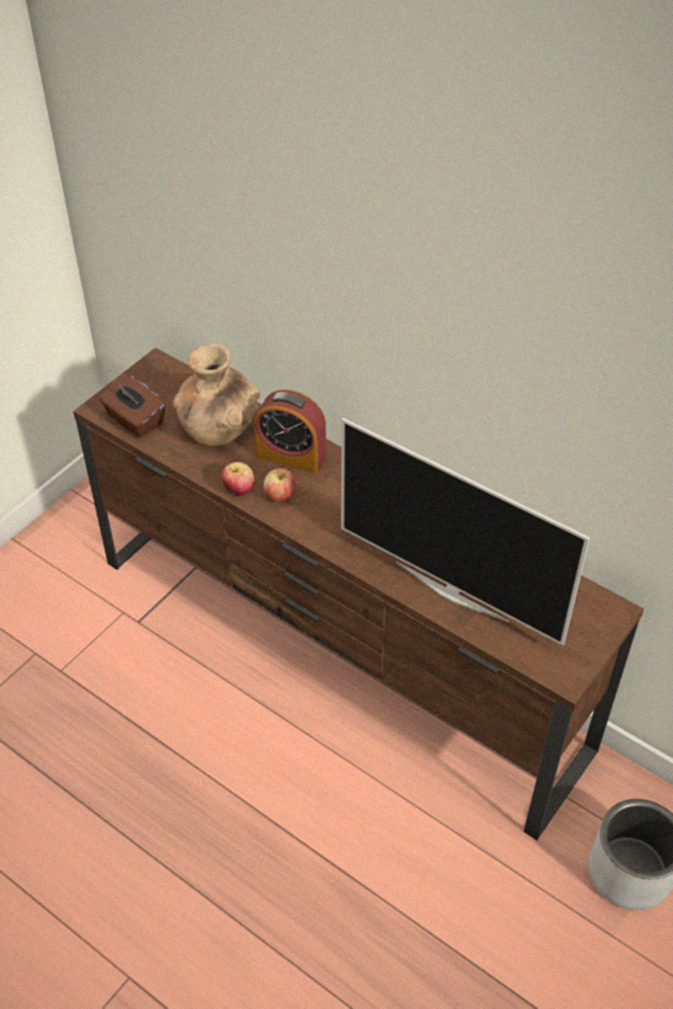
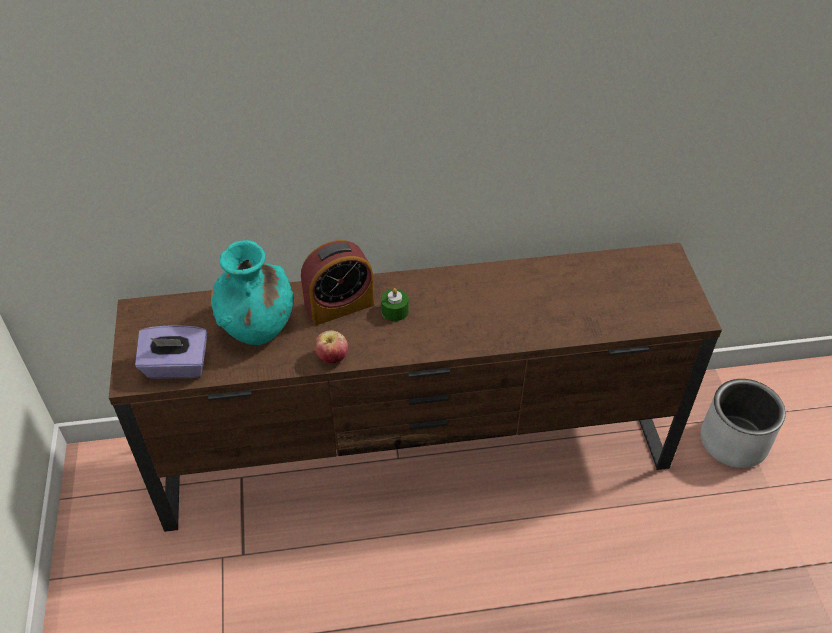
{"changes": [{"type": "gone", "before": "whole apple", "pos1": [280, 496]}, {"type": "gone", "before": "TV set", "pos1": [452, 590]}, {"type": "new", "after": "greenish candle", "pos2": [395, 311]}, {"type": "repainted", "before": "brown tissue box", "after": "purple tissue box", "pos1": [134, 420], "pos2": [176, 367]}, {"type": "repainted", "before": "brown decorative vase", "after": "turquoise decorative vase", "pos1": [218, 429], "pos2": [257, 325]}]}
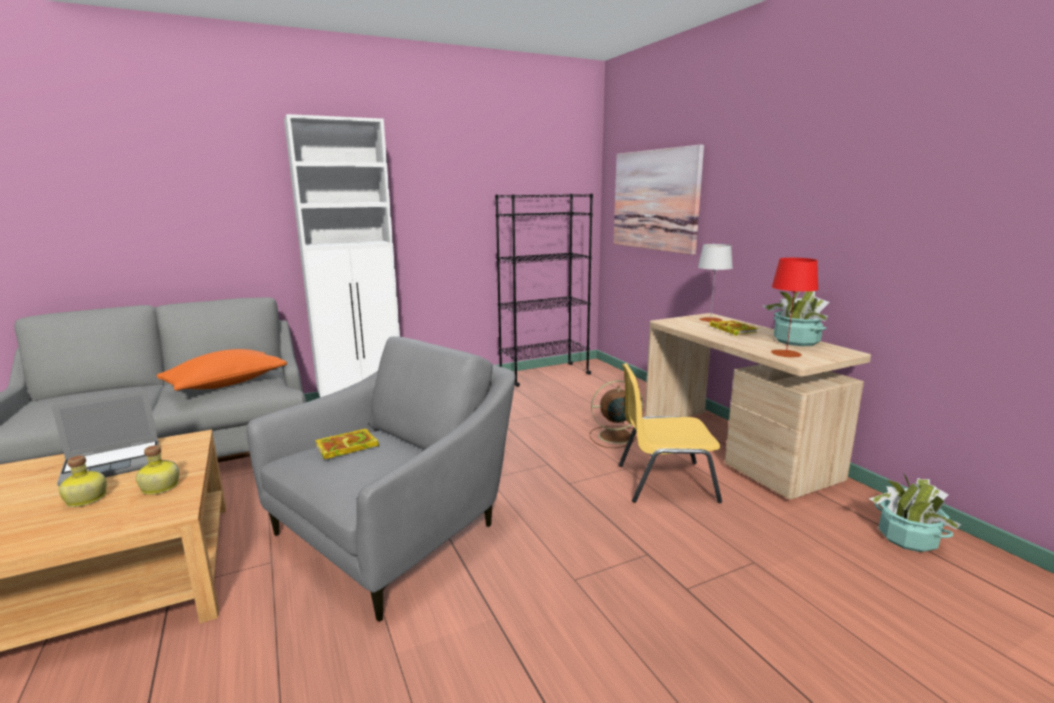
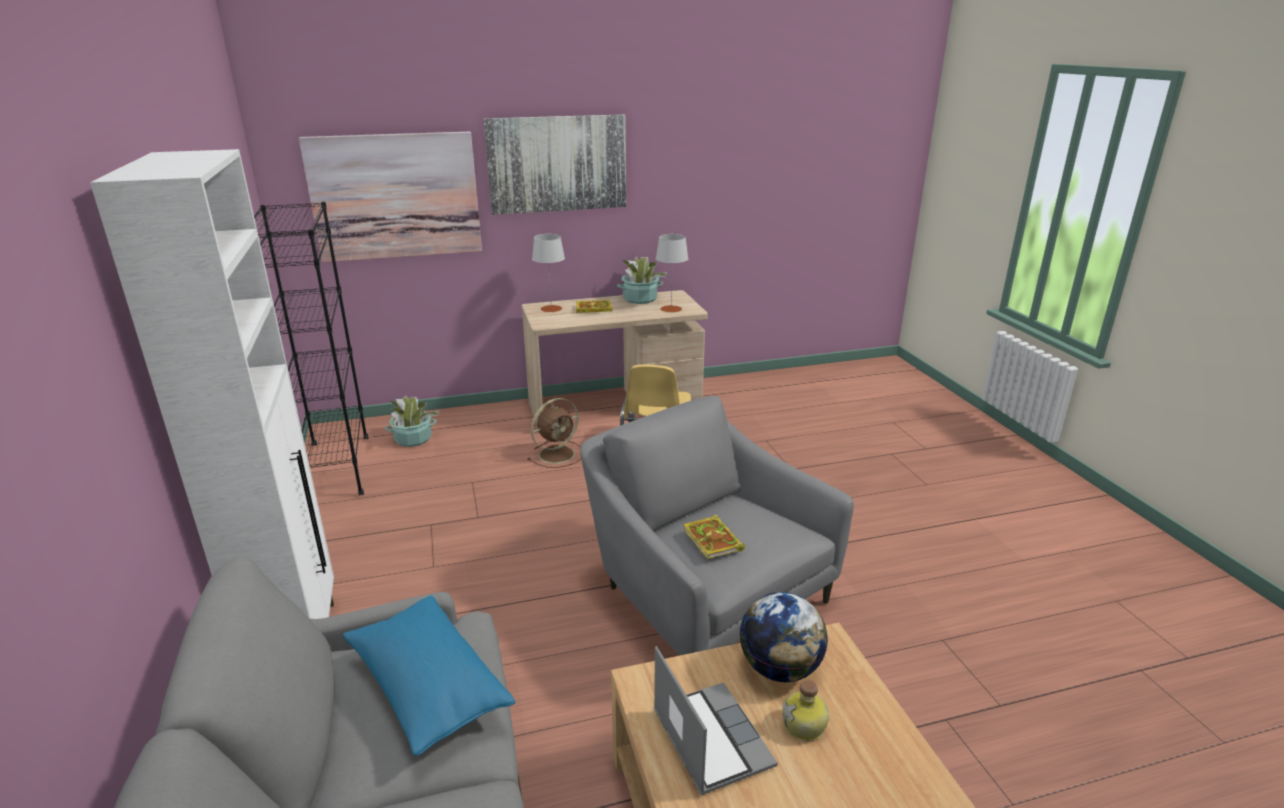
{"changes": [{"type": "new", "after": "wall art", "pos2": [557, 164]}, {"type": "shifted", "before": "houseplant", "pos1": [908, 538], "pos2": [413, 439]}, {"type": "swapped", "before": "bottle", "after": "world globe", "pos1": [159, 488], "pos2": [779, 669]}, {"type": "repainted", "before": "orangey pillow", "after": "blue pillow", "pos1": [226, 384], "pos2": [428, 687]}, {"type": "repainted", "before": "red-coloured table lamp", "after": "gray table lamp", "pos1": [786, 353], "pos2": [671, 309]}, {"type": "rotated", "before": "brown electric fan", "pos1": [614, 436], "pos2": [558, 454], "turn": -135}]}
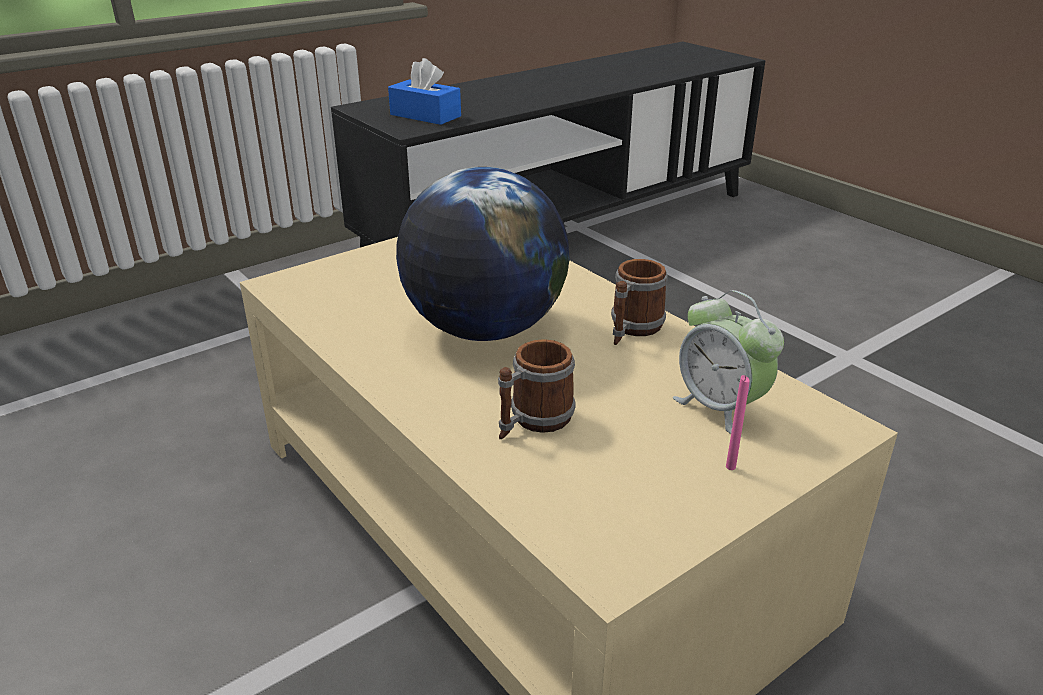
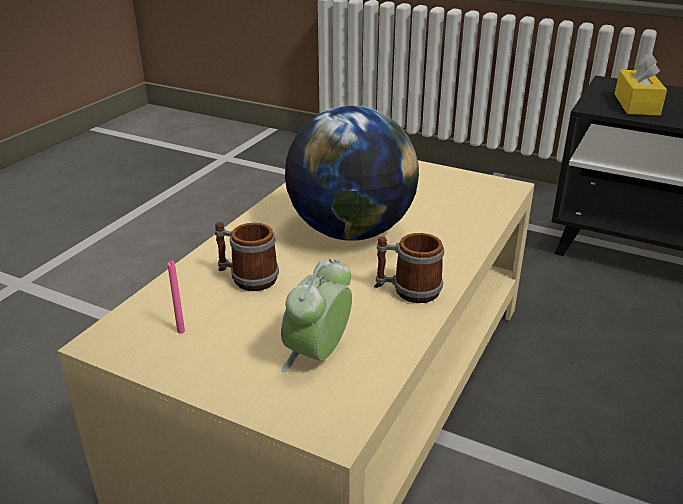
{"changes": [{"type": "shifted", "before": "pinkish candle", "pos1": [730, 467], "pos2": [181, 331]}, {"type": "repainted", "before": "blue tissue box", "after": "yellow-coloured tissue box", "pos1": [425, 115], "pos2": [636, 104]}]}
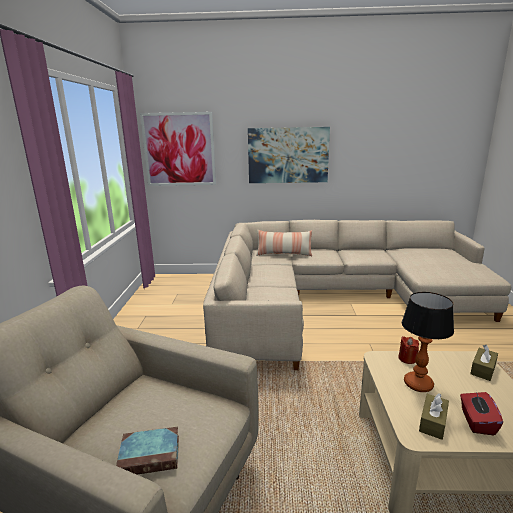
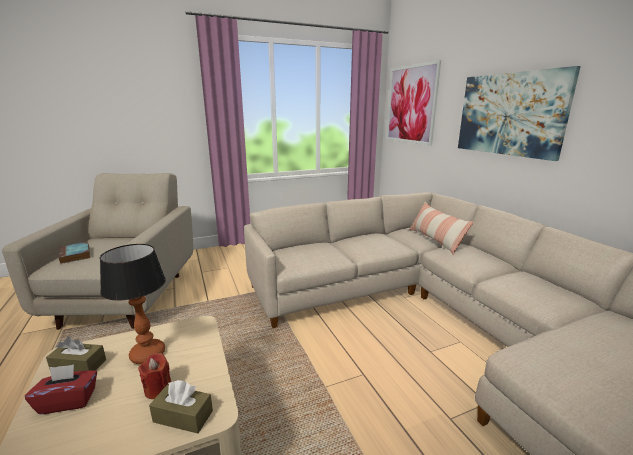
{"changes": [{"type": "shifted", "before": "red-coloured candle", "pos1": [407, 359], "pos2": [158, 389]}]}
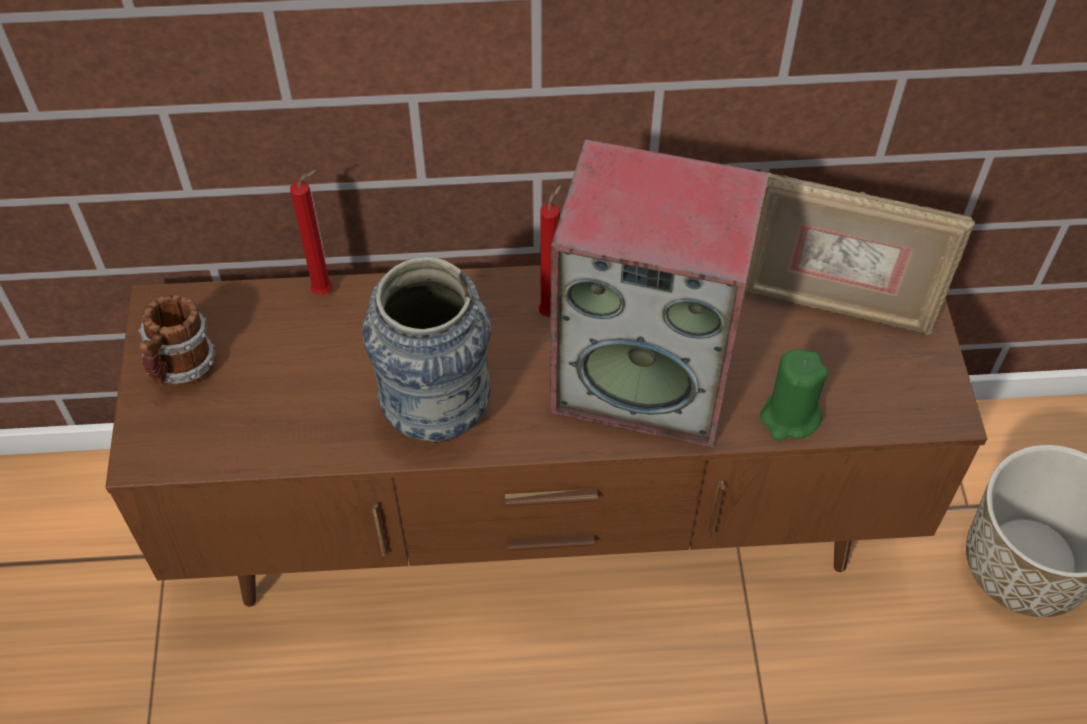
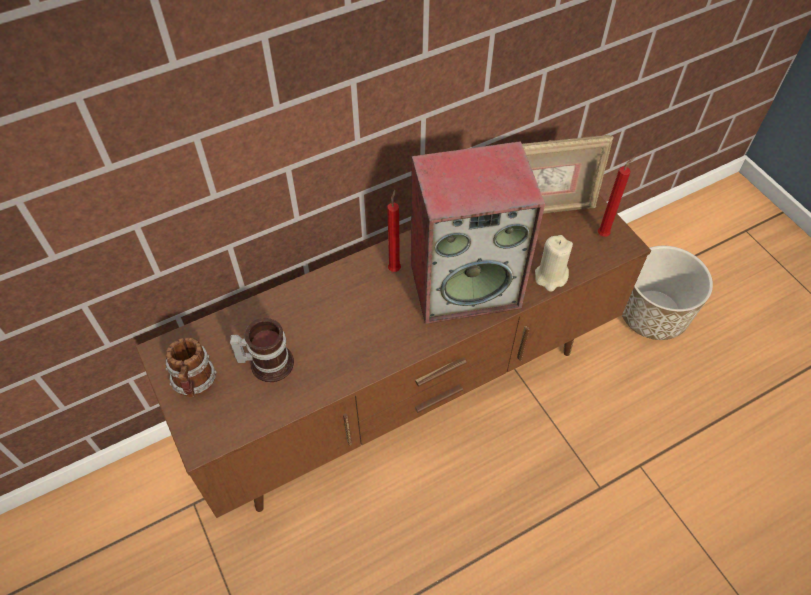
{"changes": [{"type": "gone", "before": "decorative vase", "pos1": [437, 413]}, {"type": "new", "after": "mug", "pos2": [267, 361]}, {"type": "shifted", "before": "red-coloured candle", "pos1": [326, 291], "pos2": [604, 234]}, {"type": "repainted", "before": "greenish candle", "after": "sand-coloured candle", "pos1": [789, 417], "pos2": [550, 277]}]}
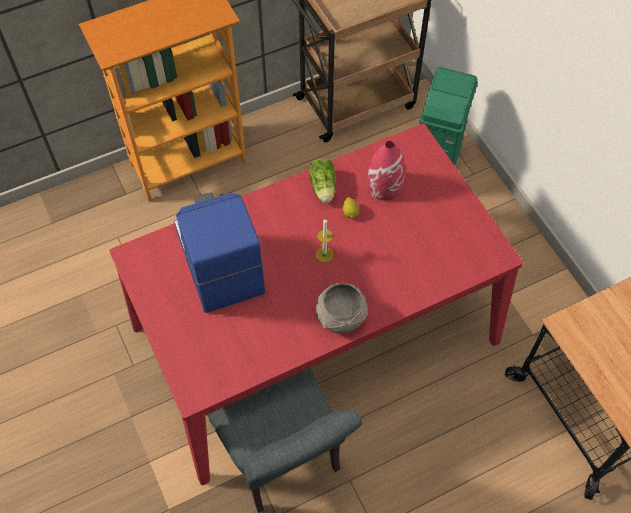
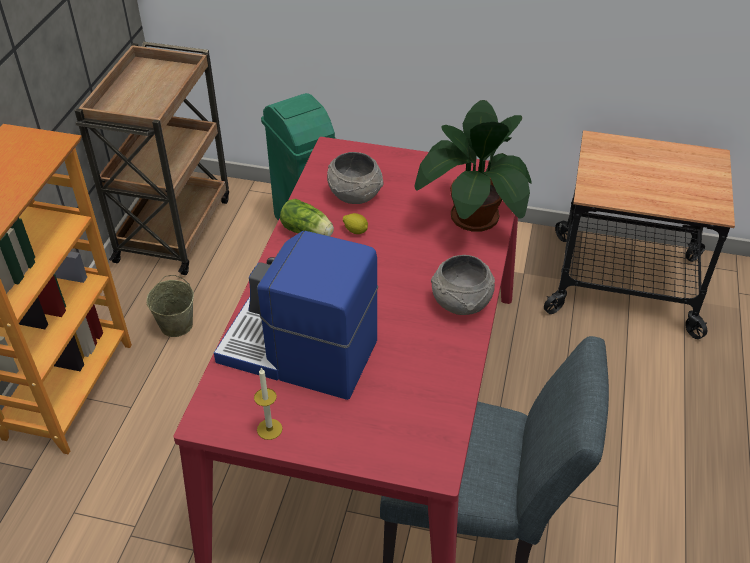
{"changes": [{"type": "new", "after": "sand-coloured pail", "pos2": [176, 324]}, {"type": "new", "after": "houseplant", "pos2": [473, 218]}, {"type": "shifted", "before": "candle", "pos1": [324, 254], "pos2": [269, 429]}, {"type": "swapped", "before": "red-coloured decorative vase", "after": "gray serving bowl", "pos1": [384, 186], "pos2": [354, 194]}]}
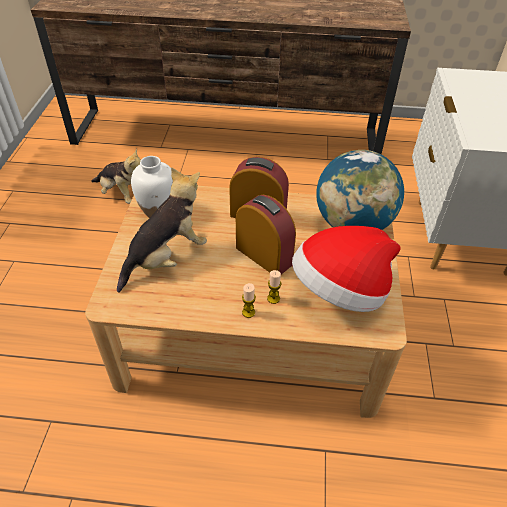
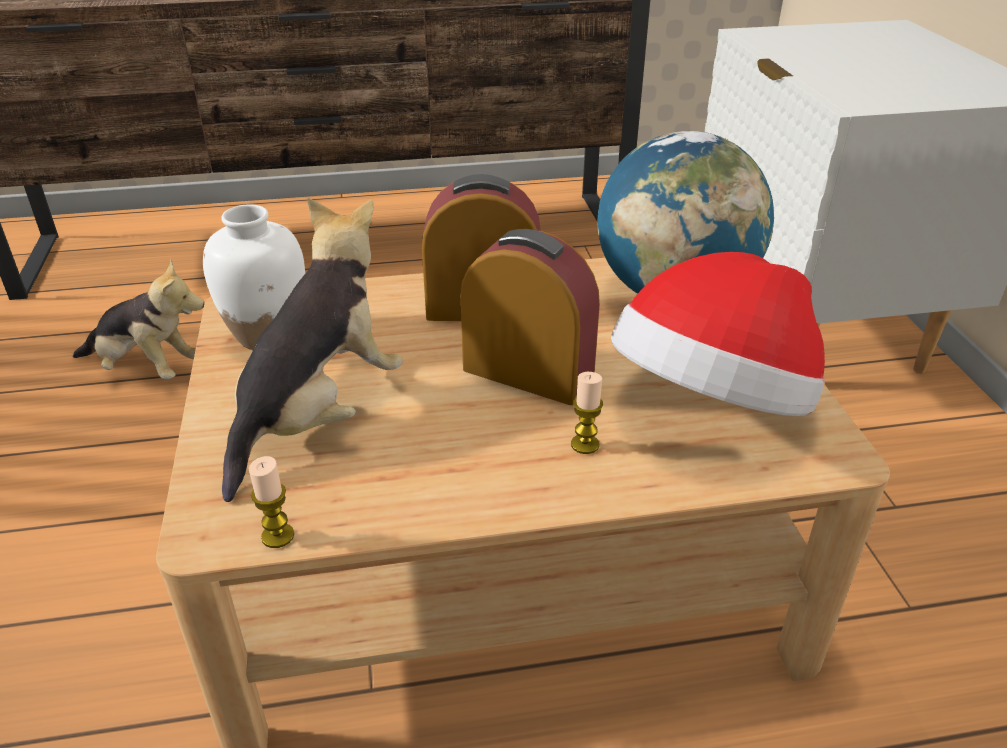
{"changes": [{"type": "shifted", "before": "candle", "pos1": [248, 312], "pos2": [277, 536]}]}
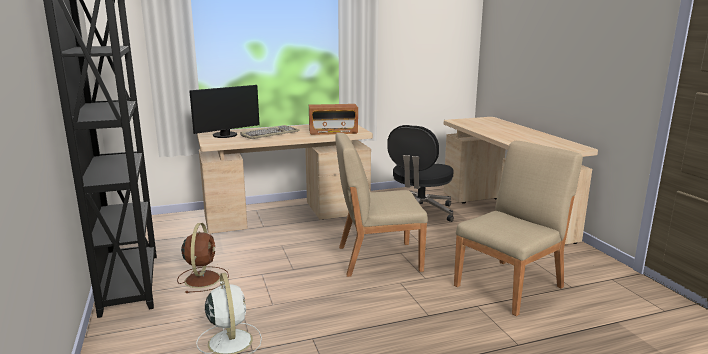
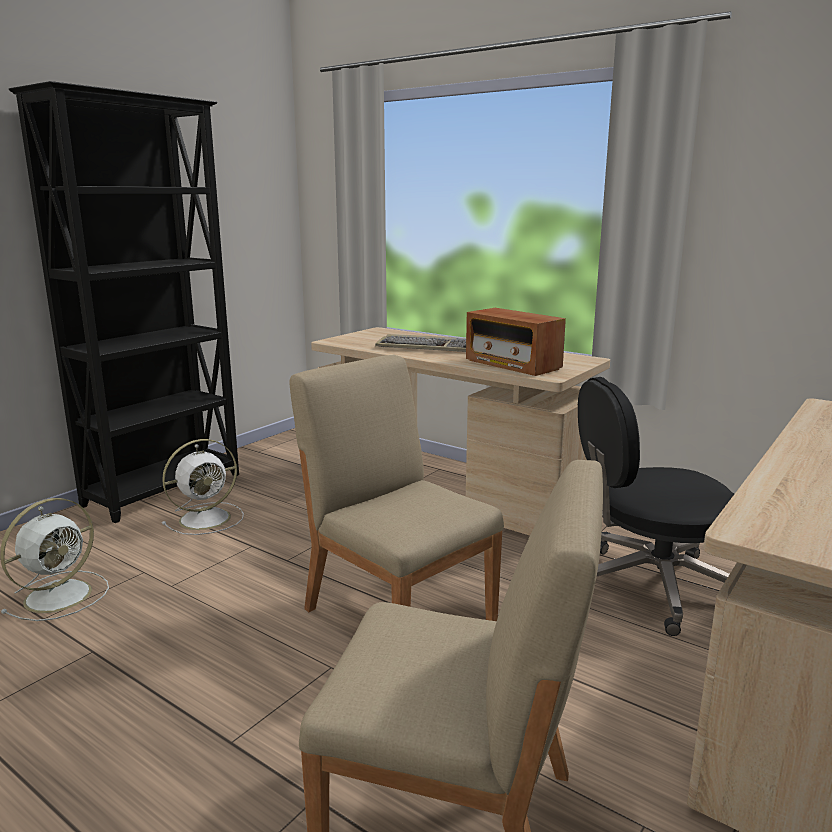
{"changes": [{"type": "gone", "before": "computer display", "pos1": [226, 135]}, {"type": "repainted", "before": "brown electric fan", "after": "white-coloured electric fan", "pos1": [203, 278], "pos2": [207, 518]}]}
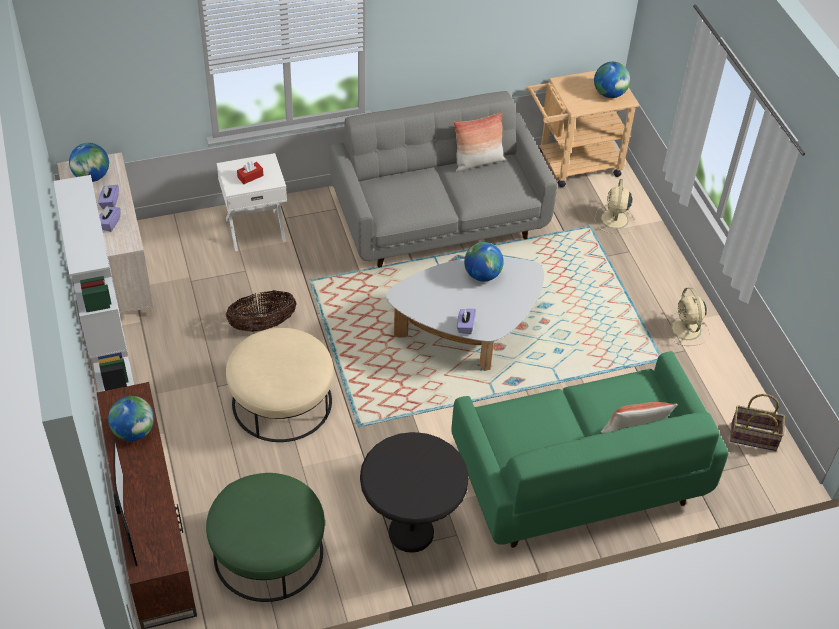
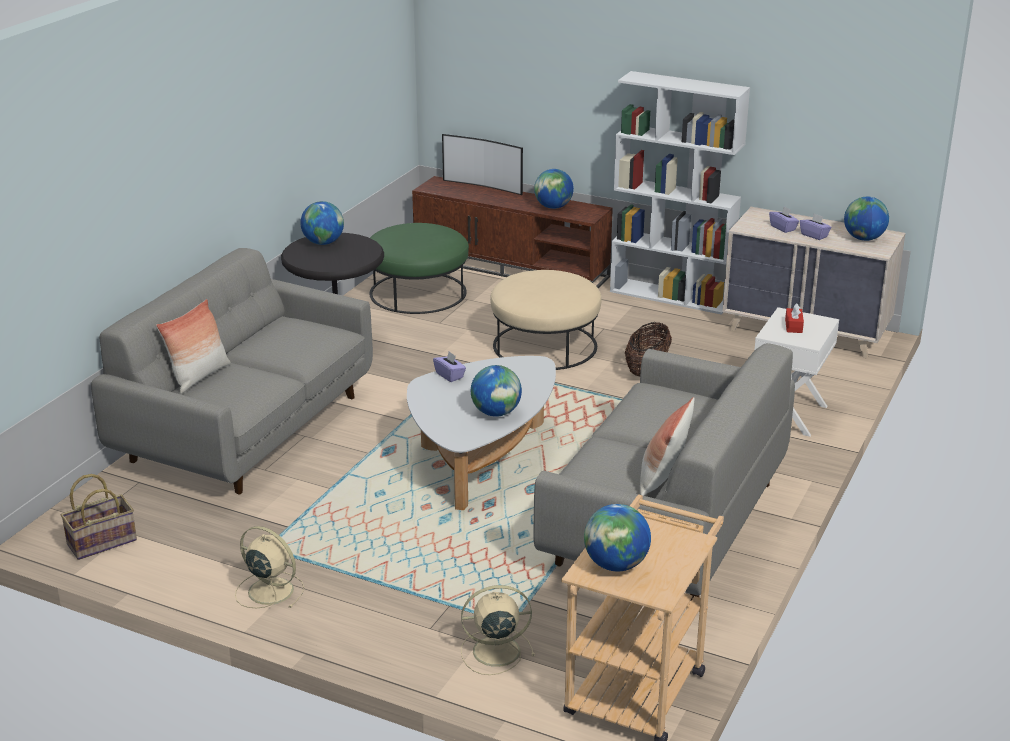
{"changes": [{"type": "new", "after": "world globe", "pos2": [323, 243]}, {"type": "repainted", "before": "greenish couch", "after": "gray couch", "pos1": [577, 478], "pos2": [247, 428]}, {"type": "rotated", "before": "sand-coloured electric fan", "pos1": [614, 220], "pos2": [494, 651], "turn": -60}]}
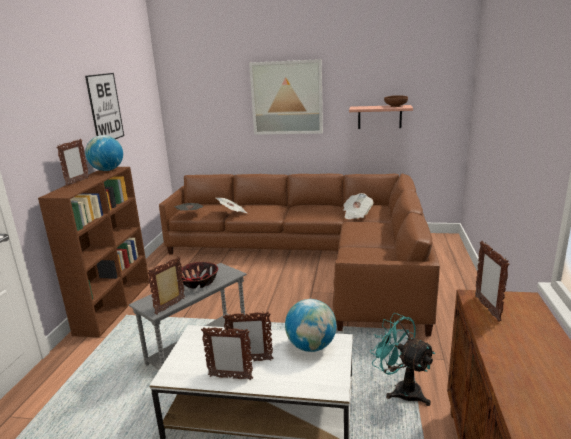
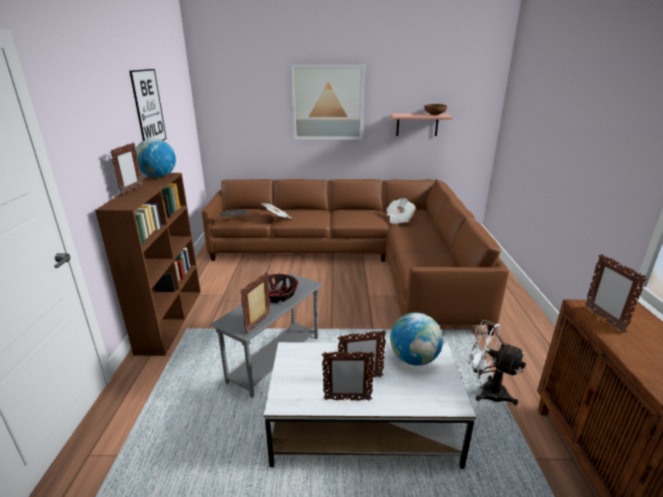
{"changes": [{"type": "repainted", "before": "turquoise electric fan", "after": "white-coloured electric fan", "pos1": [401, 389], "pos2": [486, 390]}]}
